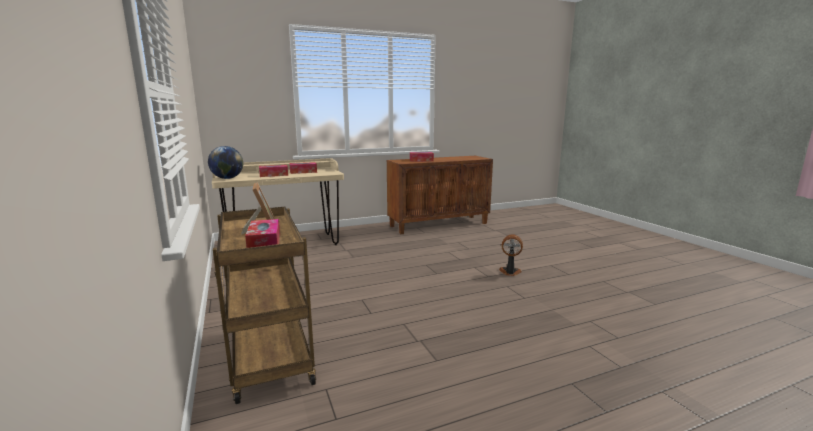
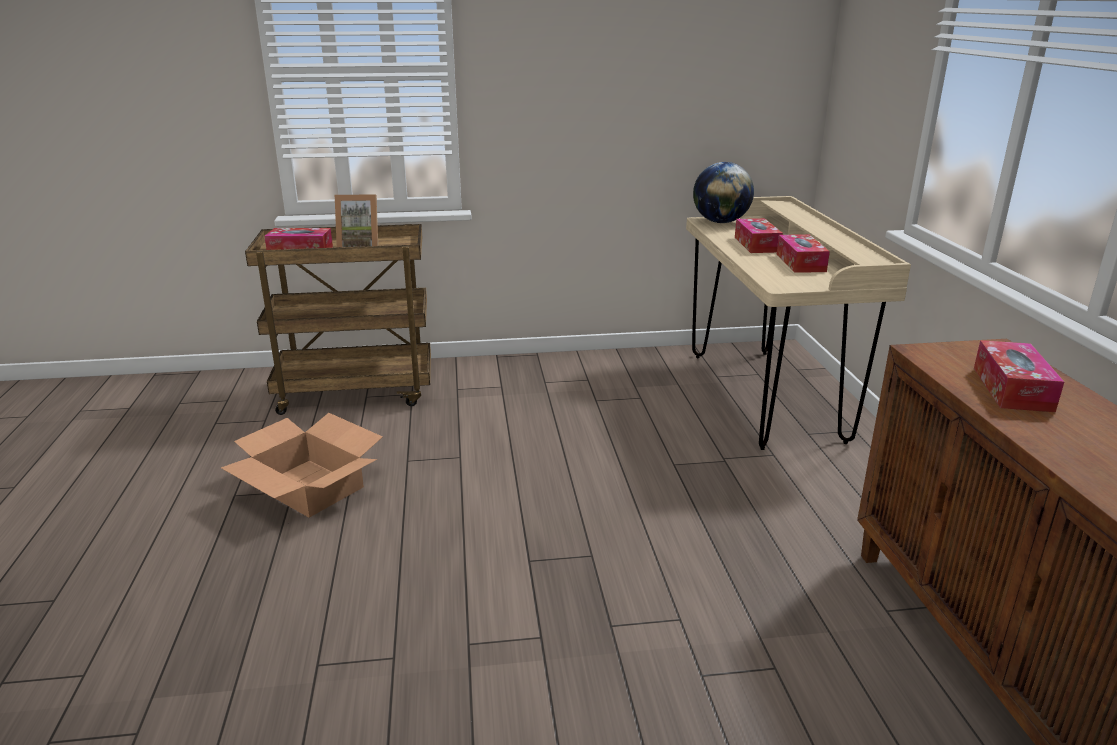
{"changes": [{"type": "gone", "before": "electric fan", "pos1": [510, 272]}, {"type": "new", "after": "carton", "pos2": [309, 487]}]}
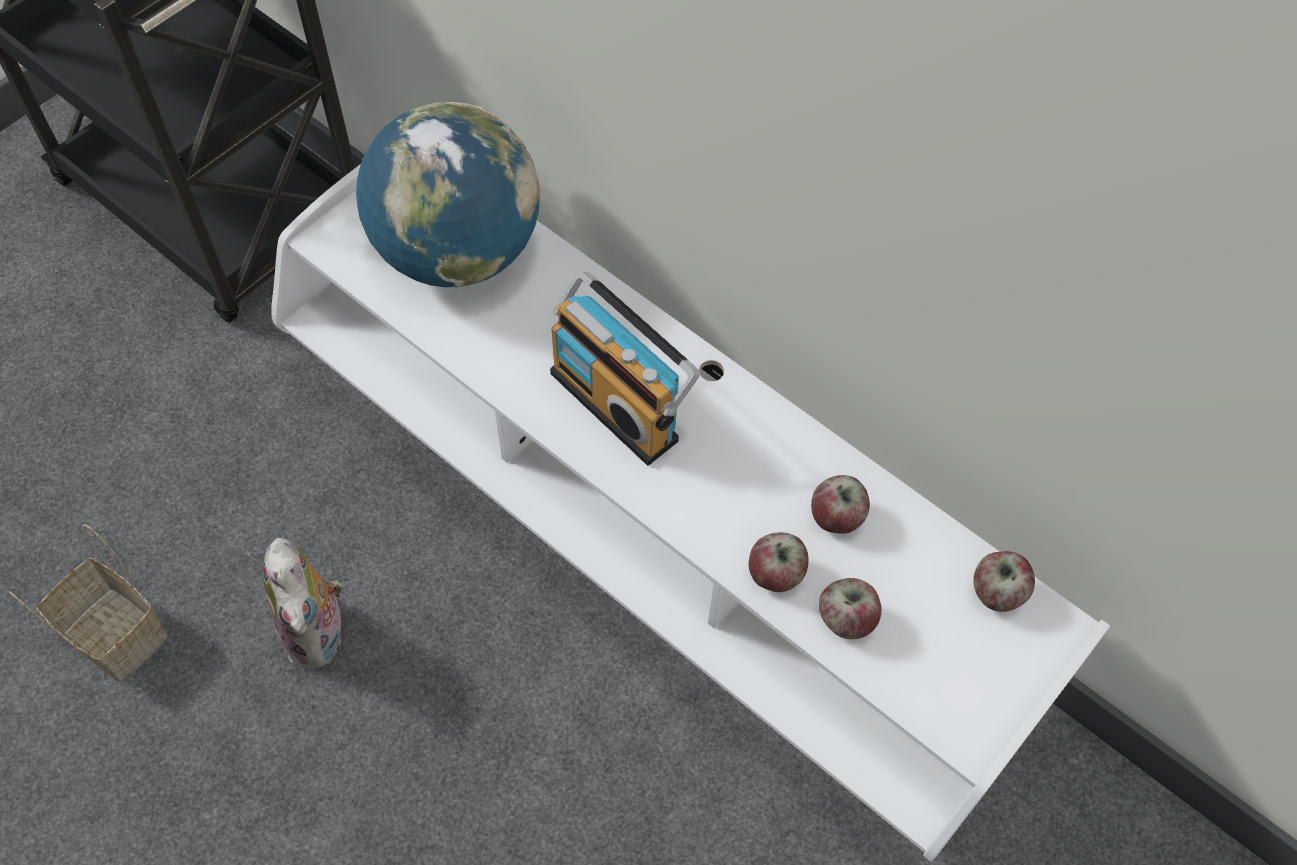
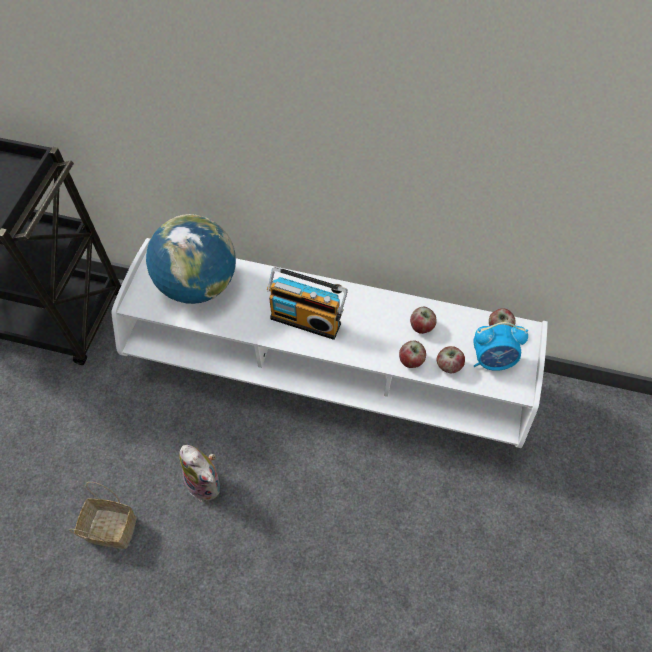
{"changes": [{"type": "new", "after": "table clock", "pos2": [492, 360]}]}
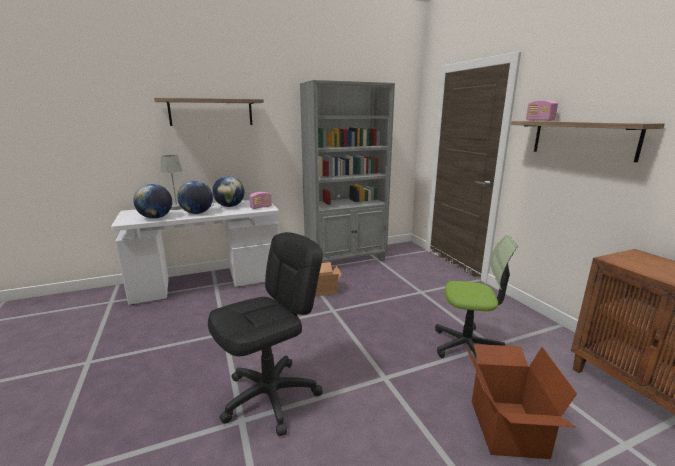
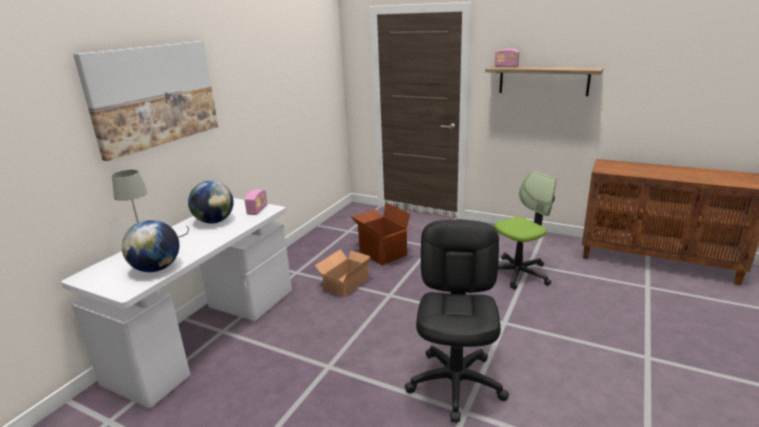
{"changes": [{"type": "gone", "before": "world globe", "pos1": [197, 213]}, {"type": "gone", "before": "gray shelving unit", "pos1": [346, 259]}, {"type": "shifted", "before": "carton", "pos1": [505, 428], "pos2": [382, 253]}, {"type": "swapped", "before": "shelf", "after": "wall art", "pos1": [211, 112], "pos2": [154, 95]}]}
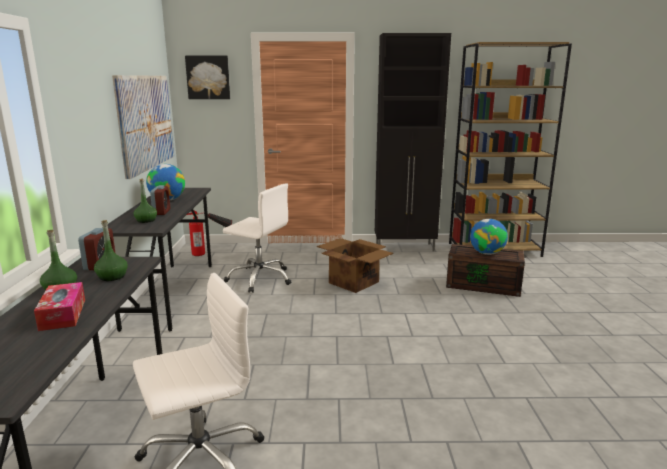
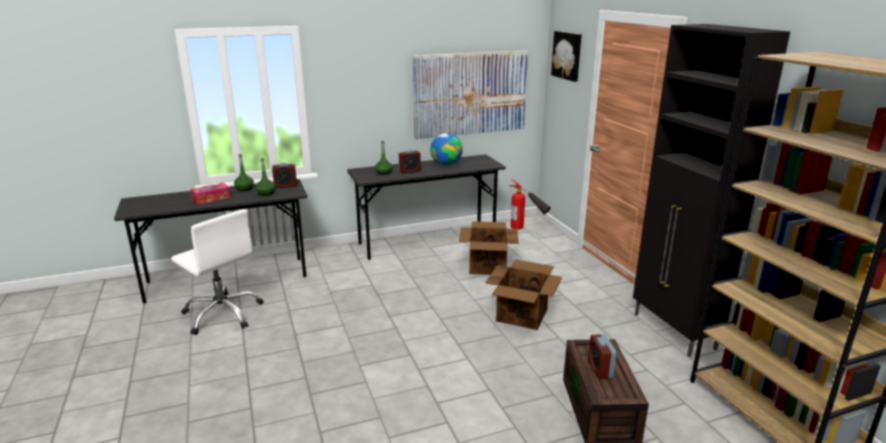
{"changes": [{"type": "swapped", "before": "white-coloured desk chair", "after": "carton", "pos1": [260, 278], "pos2": [487, 266]}, {"type": "swapped", "before": "world globe", "after": "table clock", "pos1": [487, 253], "pos2": [600, 369]}]}
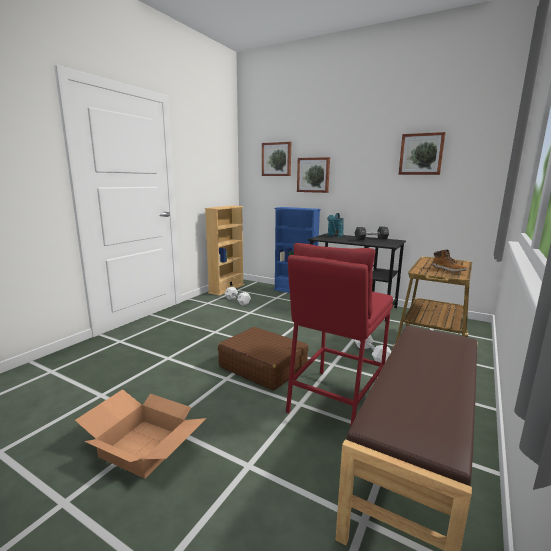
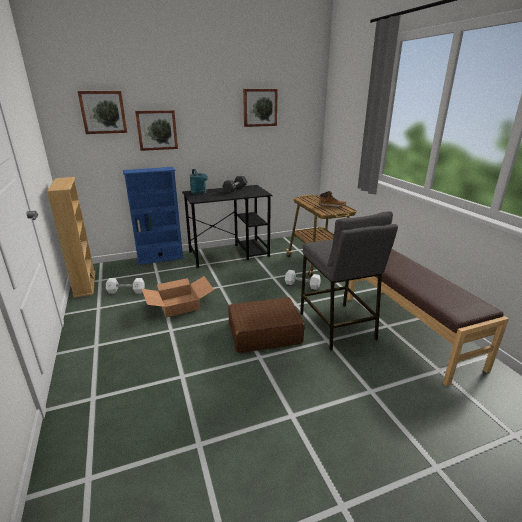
{"changes": [{"type": "shifted", "before": "carton", "pos1": [142, 447], "pos2": [179, 305]}, {"type": "repainted", "before": "red-coloured stool seat", "after": "gray stool seat", "pos1": [334, 400], "pos2": [337, 326]}]}
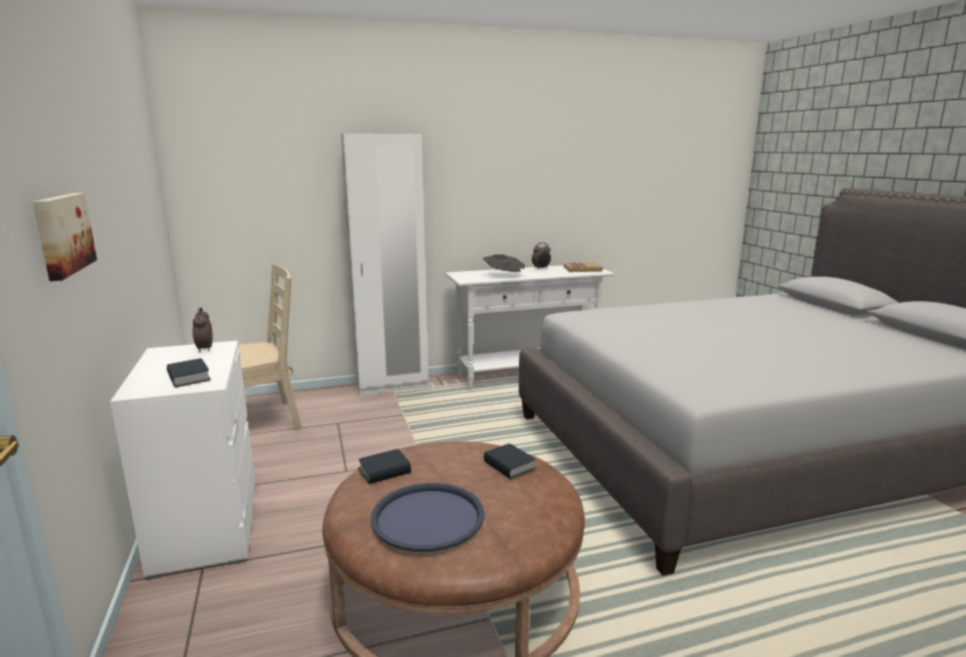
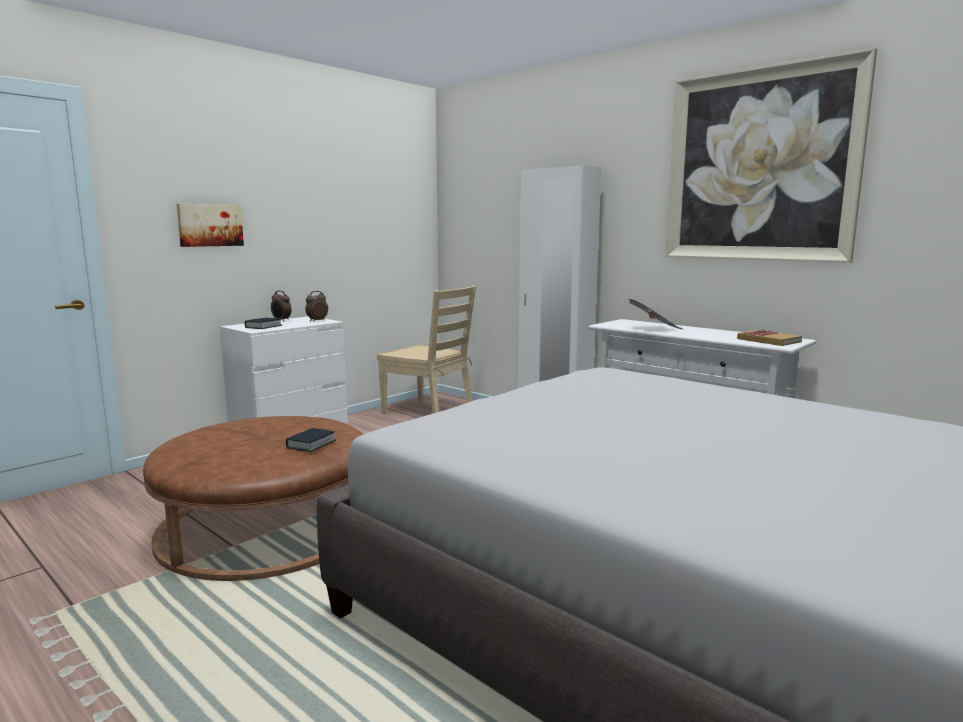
{"changes": [{"type": "gone", "before": "volume", "pos1": [384, 471]}, {"type": "gone", "before": "blue tray", "pos1": [428, 517]}, {"type": "new", "after": "wall art", "pos2": [760, 166]}, {"type": "shifted", "before": "table clock", "pos1": [541, 269], "pos2": [281, 320]}]}
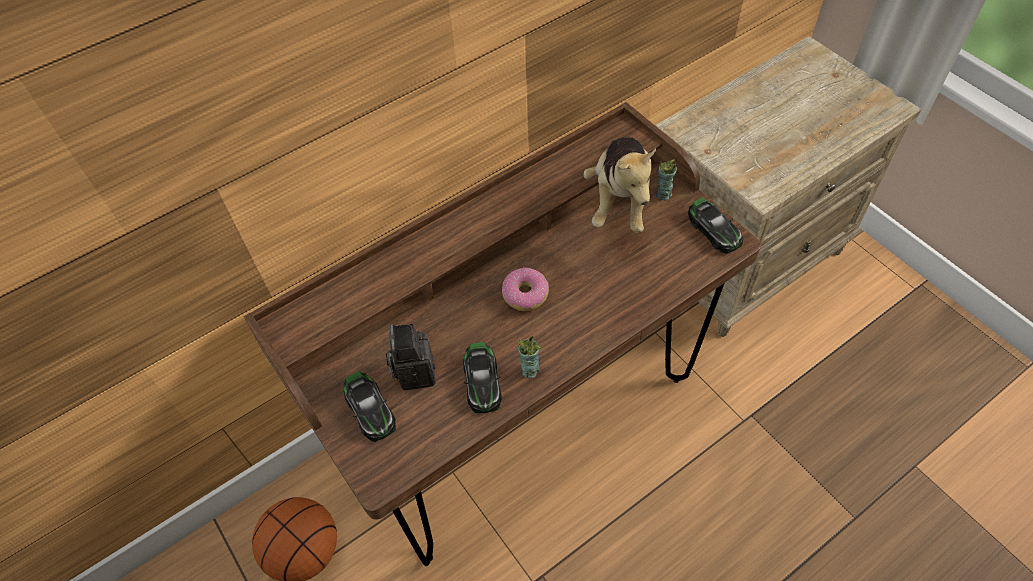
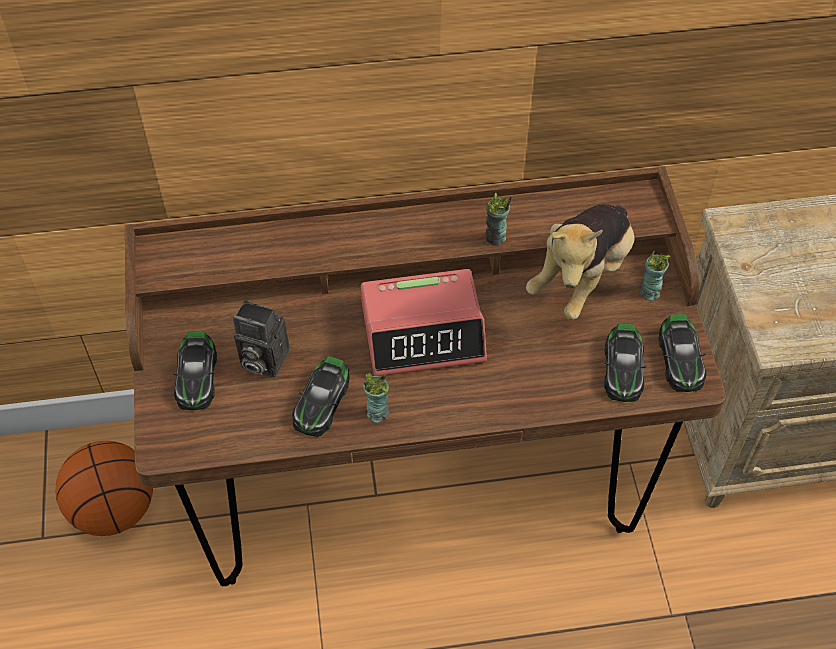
{"changes": [{"type": "new", "after": "cup", "pos2": [495, 238]}, {"type": "new", "after": "model car", "pos2": [623, 367]}, {"type": "swapped", "before": "donut", "after": "table clock", "pos1": [525, 294], "pos2": [423, 332]}, {"type": "rotated", "before": "photo camera", "pos1": [414, 372], "pos2": [261, 359], "turn": -90}]}
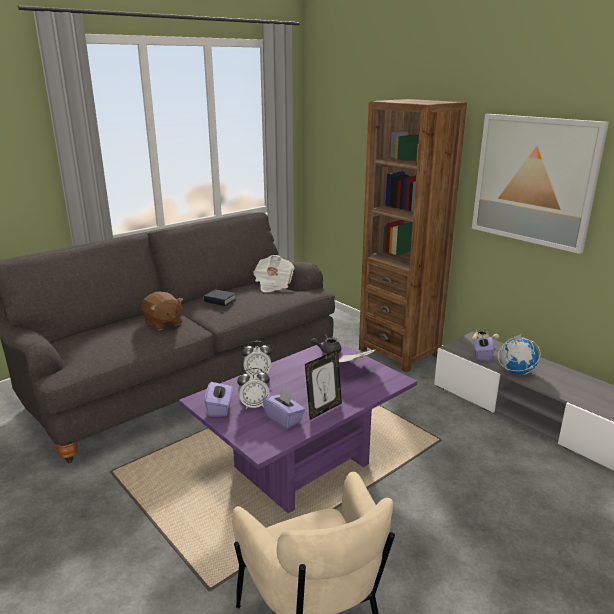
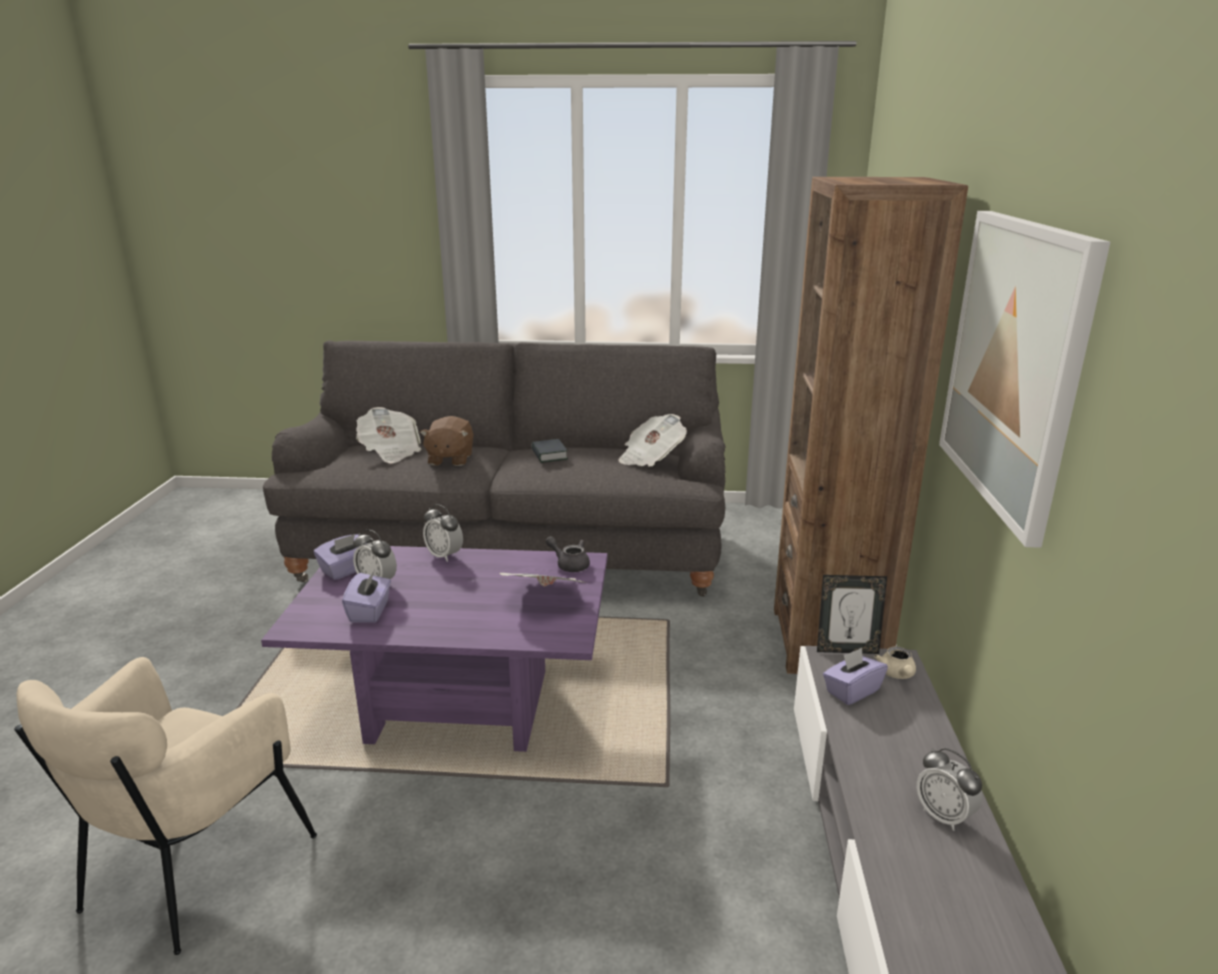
{"changes": [{"type": "gone", "before": "world globe", "pos1": [516, 372]}, {"type": "new", "after": "newspaper", "pos2": [390, 451]}, {"type": "new", "after": "table clock", "pos2": [943, 816]}, {"type": "shifted", "before": "standing frame", "pos1": [323, 410], "pos2": [846, 650]}]}
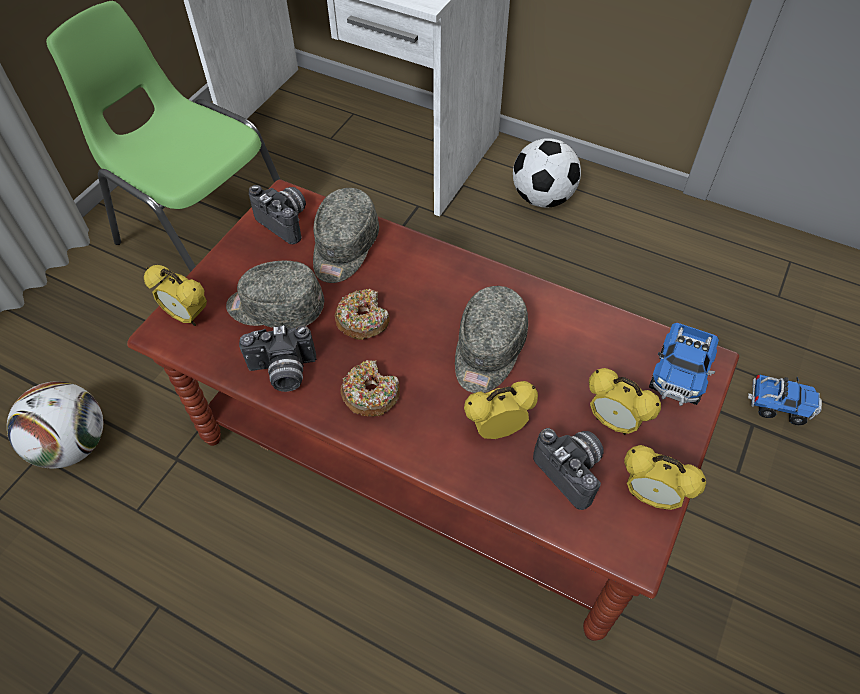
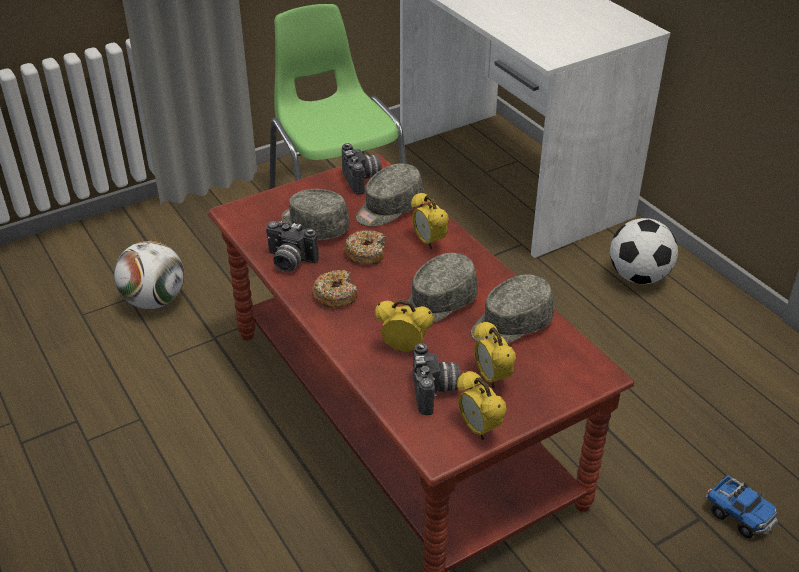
{"changes": [{"type": "gone", "before": "model truck", "pos1": [678, 375]}, {"type": "new", "after": "gray peaked cap", "pos2": [510, 325]}, {"type": "shifted", "before": "table clock", "pos1": [187, 316], "pos2": [428, 242]}]}
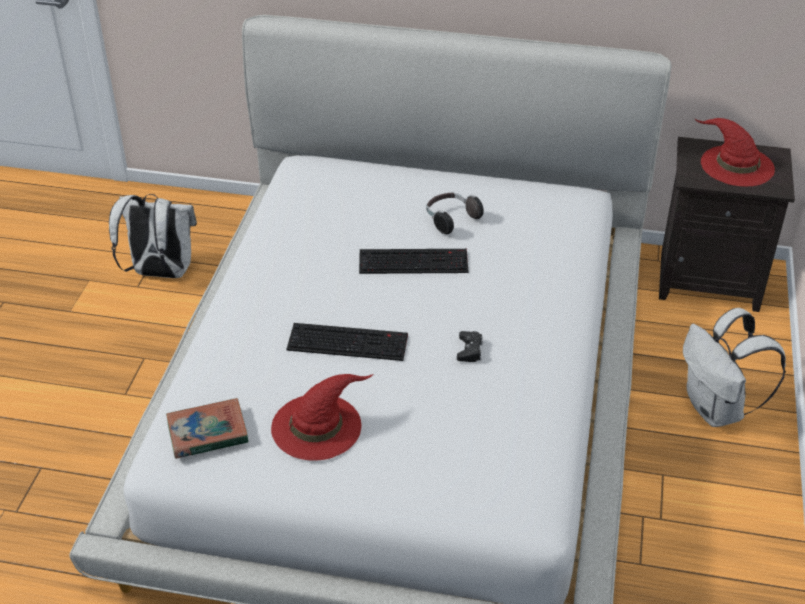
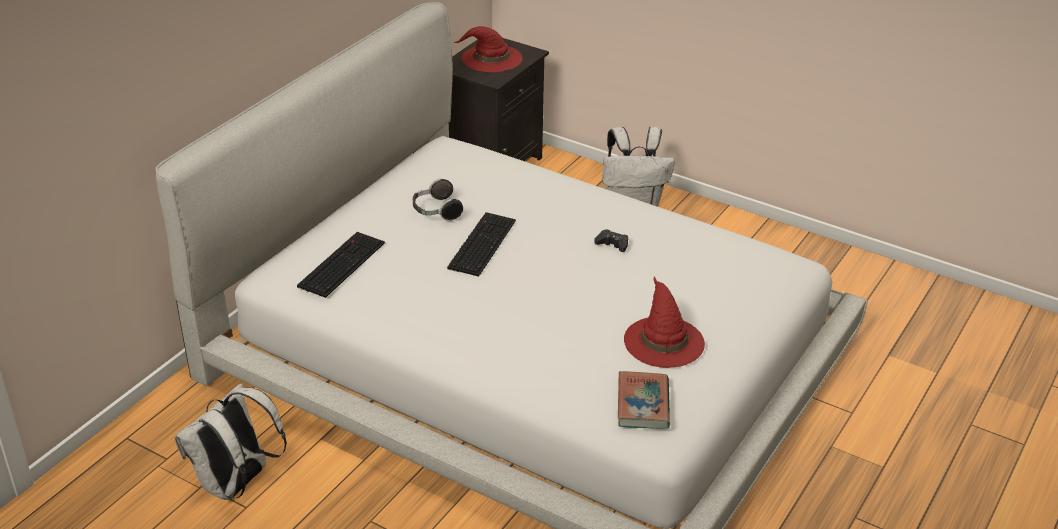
{"changes": [{"type": "shifted", "before": "computer keyboard", "pos1": [349, 341], "pos2": [341, 263]}]}
